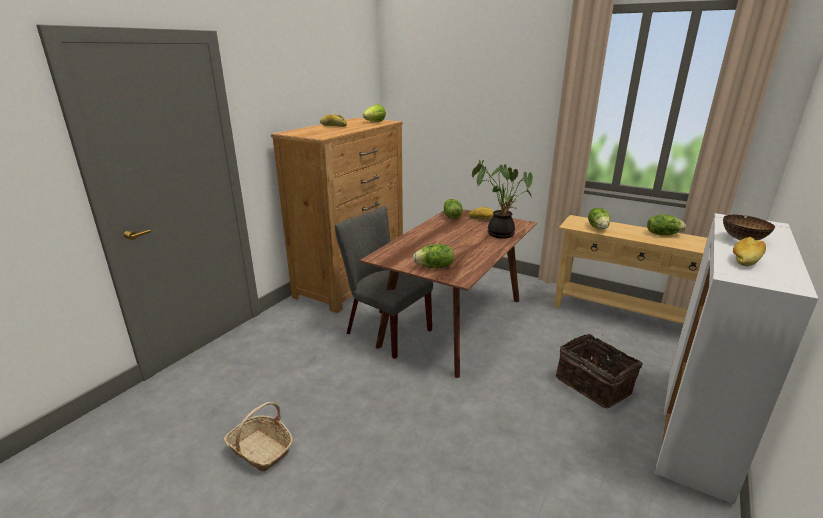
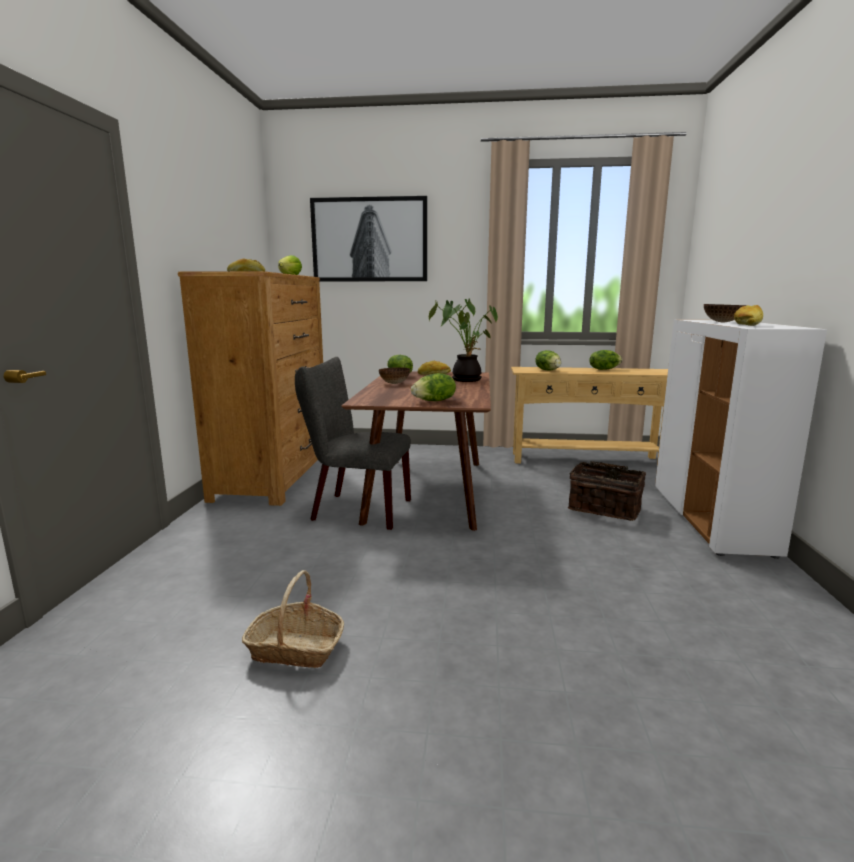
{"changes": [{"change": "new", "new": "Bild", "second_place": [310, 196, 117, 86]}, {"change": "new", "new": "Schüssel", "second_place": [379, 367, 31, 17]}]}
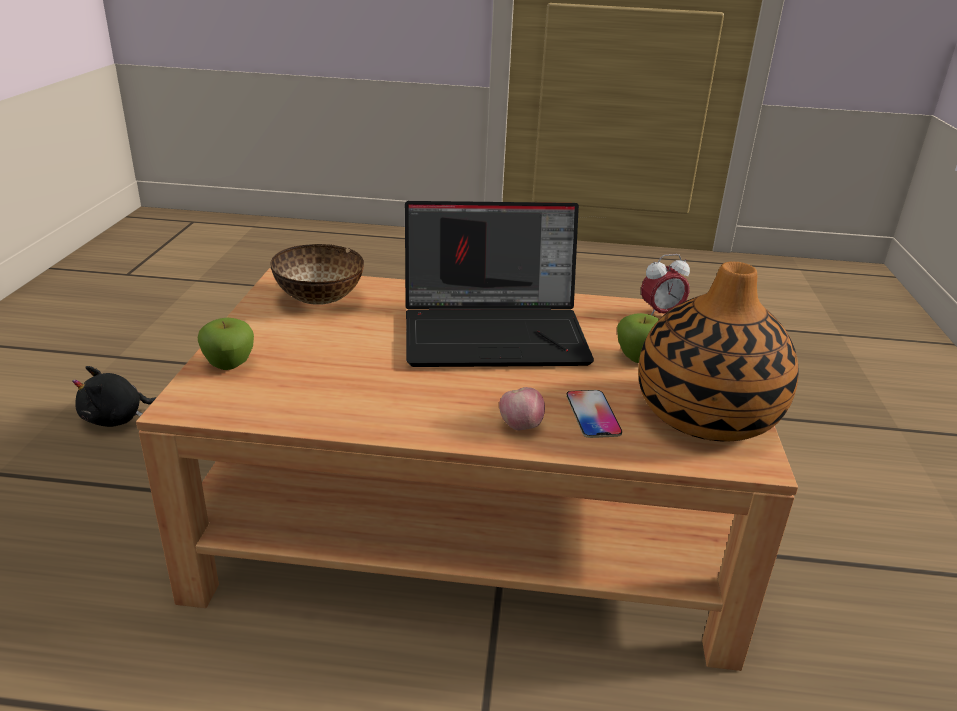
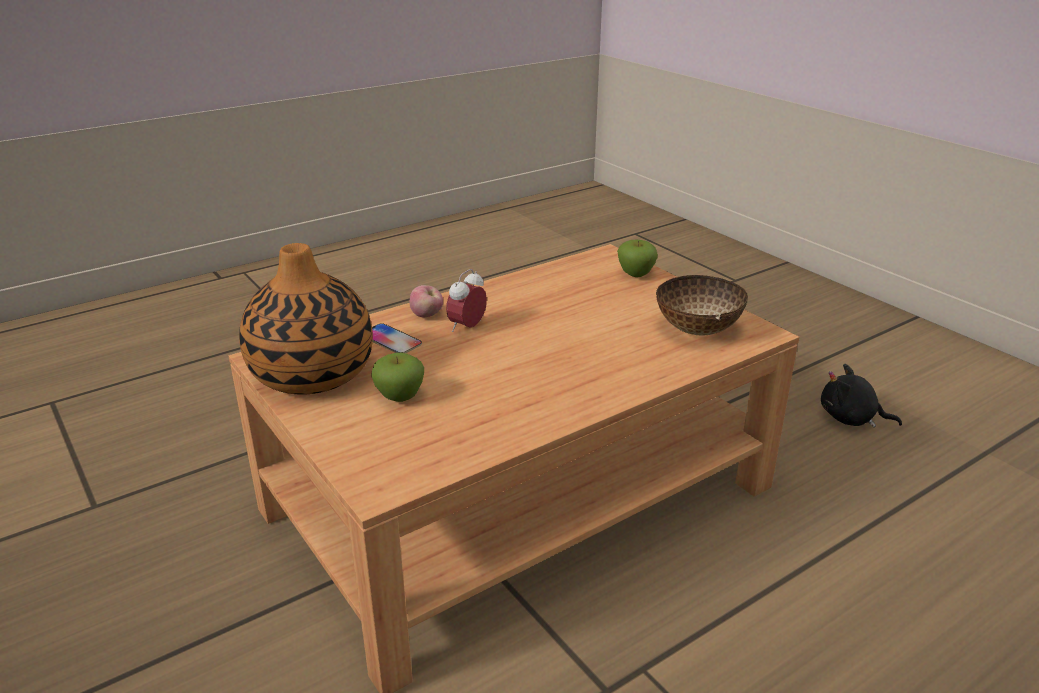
{"changes": [{"change": "rotated", "old": "Plüschtier (schwarz)", "first_place": [72, 366, 85, 61], "second_place": [821, 364, 81, 64], "degrees": -90}, {"change": "gone", "old": "Laptop", "first_place": [405, 201, 189, 166]}, {"change": "shifted", "old": "Wecker", "first_place": [641, 254, 49, 61], "second_place": [446, 269, 41, 63]}]}
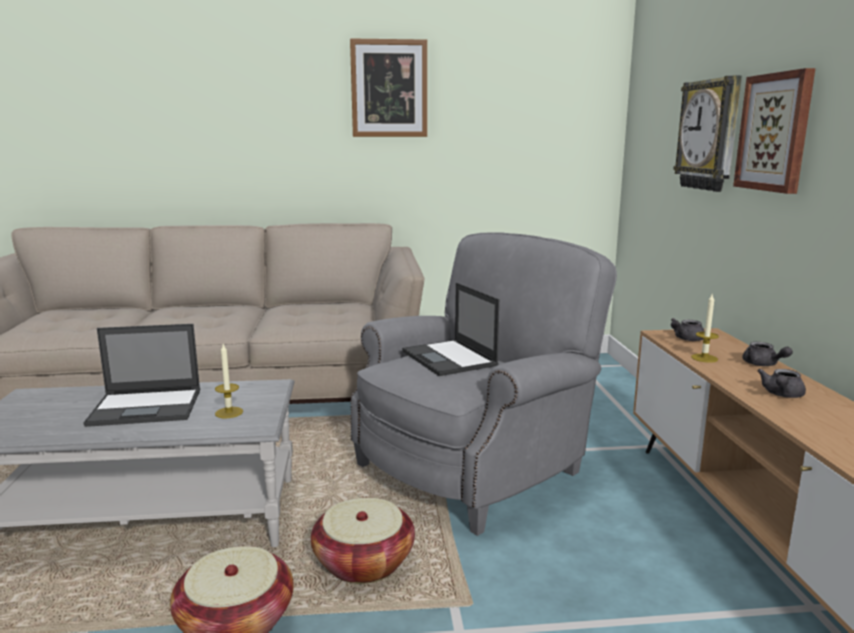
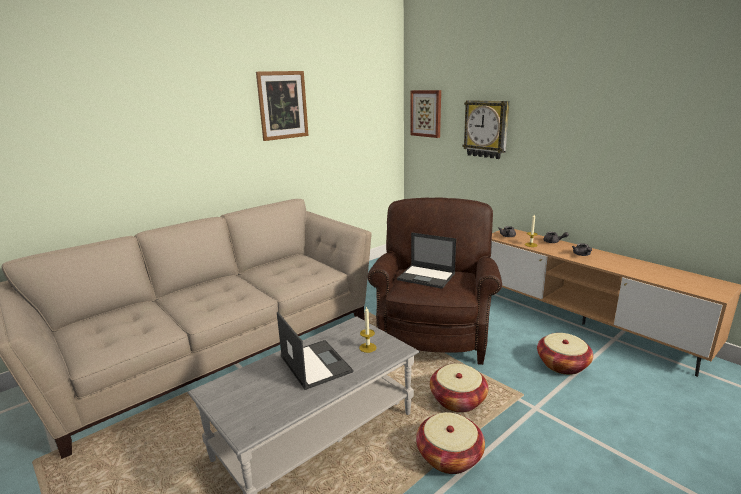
{"changes": [{"change": "rotated", "old": "Laptop", "first_place": [83, 324, 117, 103], "second_place": [277, 312, 76, 78], "degrees": -75}, {"change": "repainted", "old": "Sessel (grau)", "new": "Sessel (braun)", "first_place": [351, 232, 266, 304], "second_place": [367, 197, 135, 168]}, {"change": "shifted", "old": "Bild", "first_place": [733, 68, 82, 126], "second_place": [410, 90, 31, 48]}, {"change": "new", "new": "Korb", "second_place": [537, 333, 56, 42]}]}
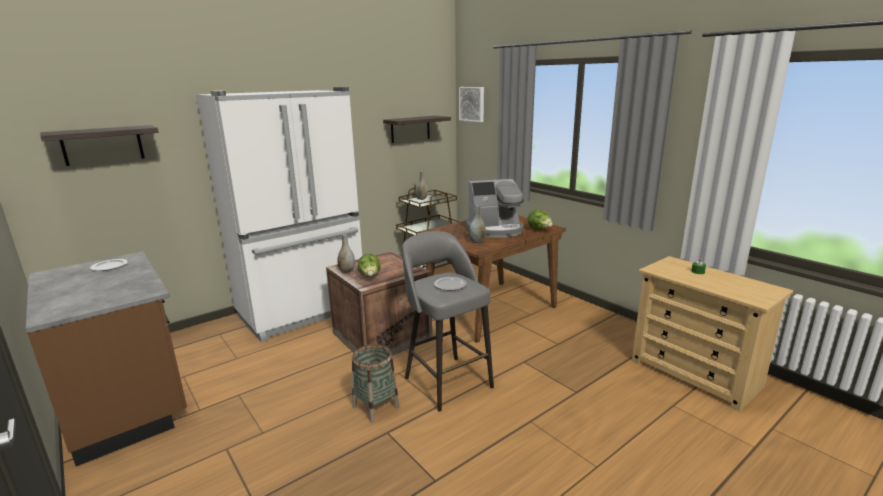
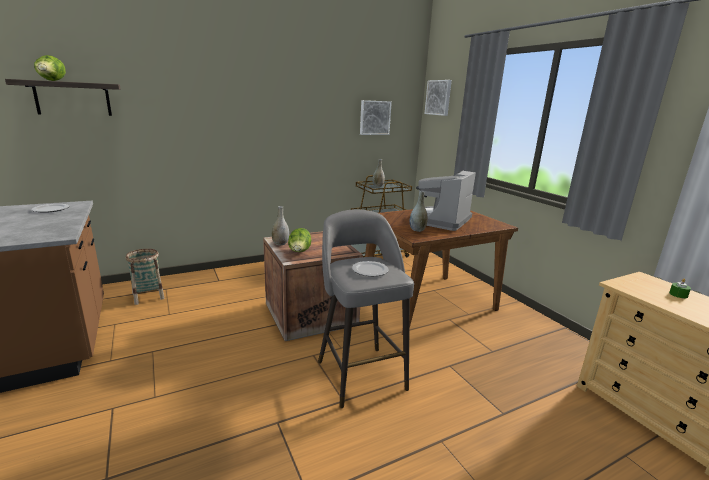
{"changes": [{"change": "gone", "old": "Kühlschrank (weiß)", "first_place": [196, 87, 166, 256]}, {"change": "shifted", "old": "Korb", "first_place": [352, 344, 47, 79], "second_place": [126, 249, 38, 56]}, {"change": "swapped", "old": "Wandregal", "new": "Bild", "first_place": [383, 116, 68, 27], "second_place": [360, 100, 32, 35]}, {"change": "rotated", "old": "Kaffeemaschine", "first_place": [465, 179, 59, 59], "second_place": [416, 170, 60, 61], "degrees": 120}, {"change": "shifted", "old": "Salatkopf", "first_place": [528, 210, 25, 20], "second_place": [34, 55, 32, 26]}]}
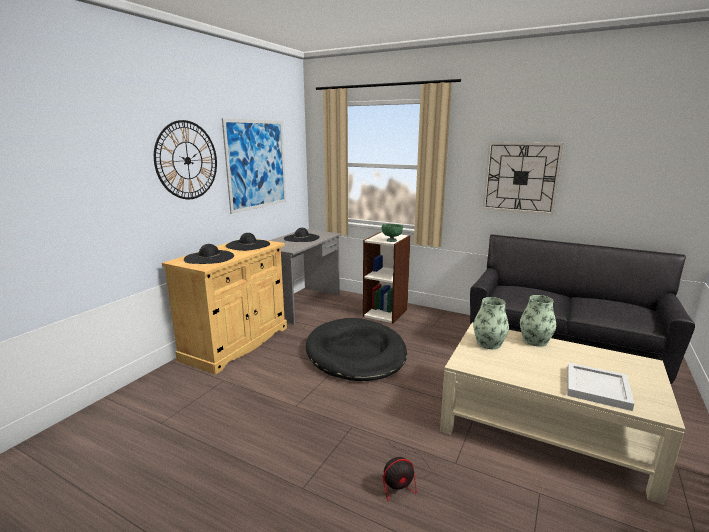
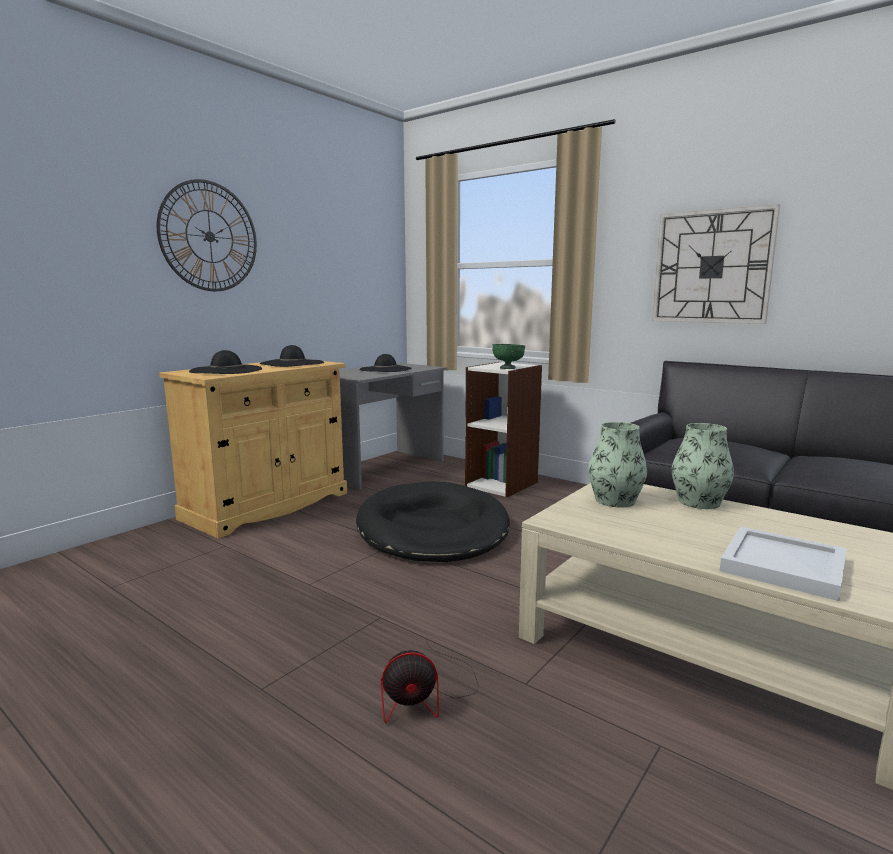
{"changes": [{"change": "gone", "old": "Bild", "first_place": [222, 118, 64, 96]}]}
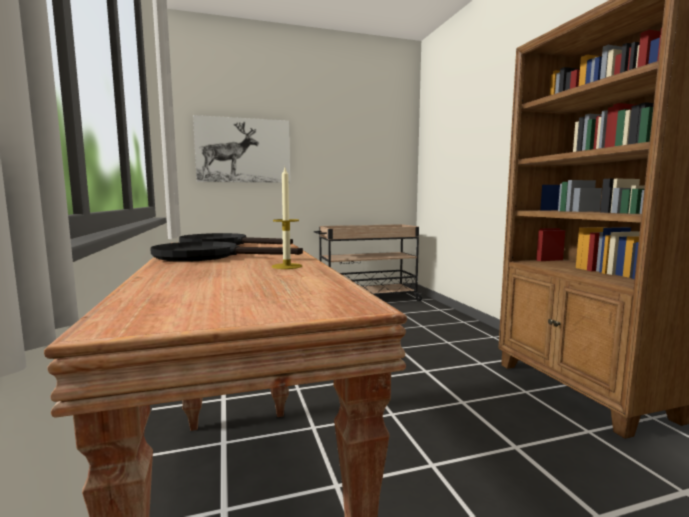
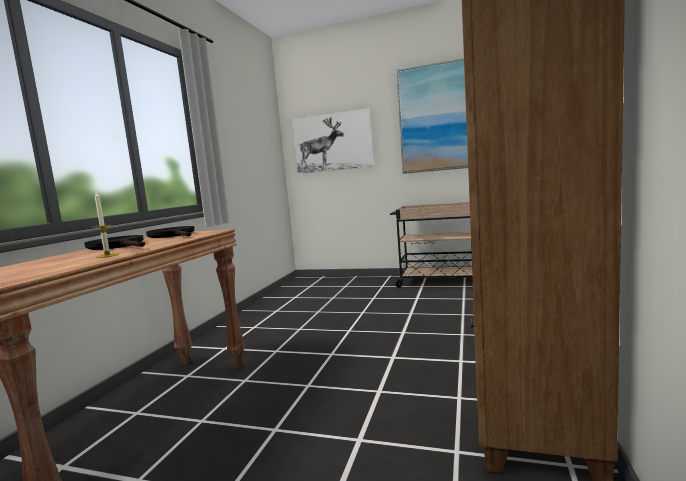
{"changes": [{"change": "new", "new": "Bild", "second_place": [396, 58, 72, 116]}]}
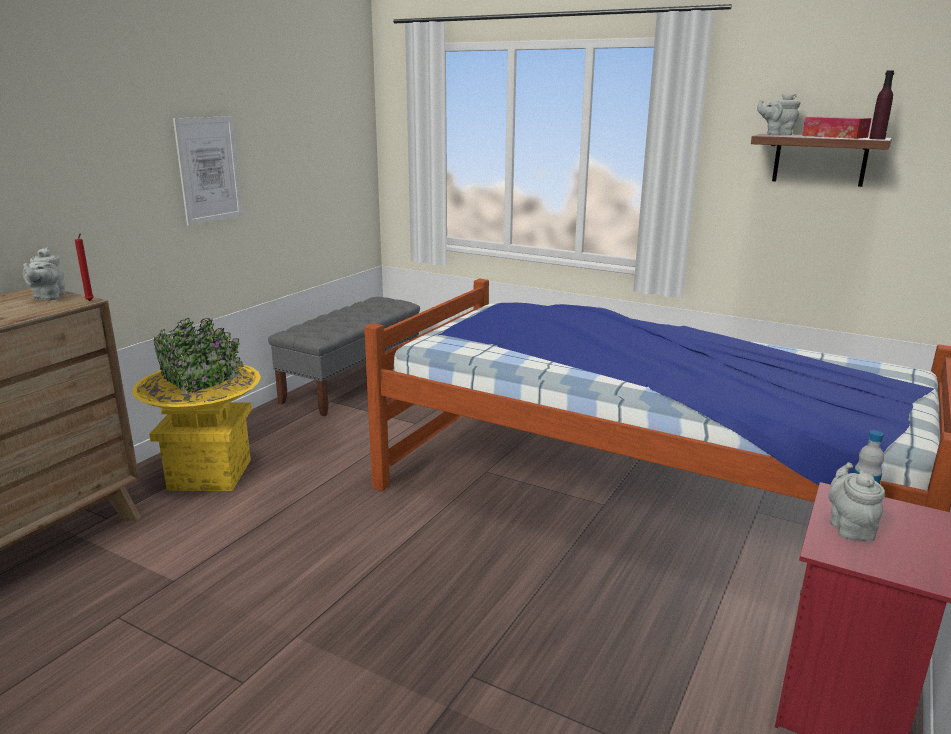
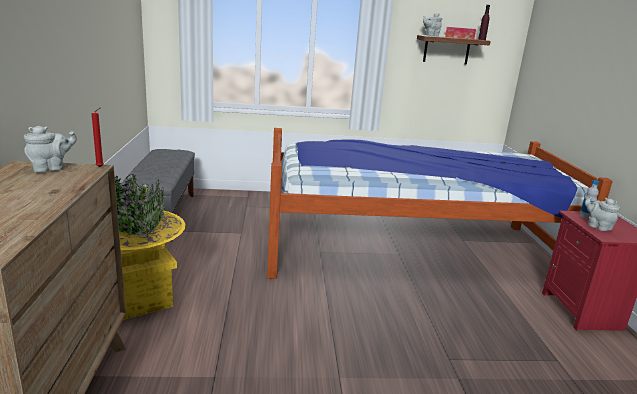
{"changes": [{"change": "rotated", "old": "Teekanne (grau)", "first_place": [23, 247, 43, 54], "second_place": [24, 126, 53, 47], "degrees": -90}, {"change": "gone", "old": "Bild", "first_place": [173, 116, 70, 110]}]}
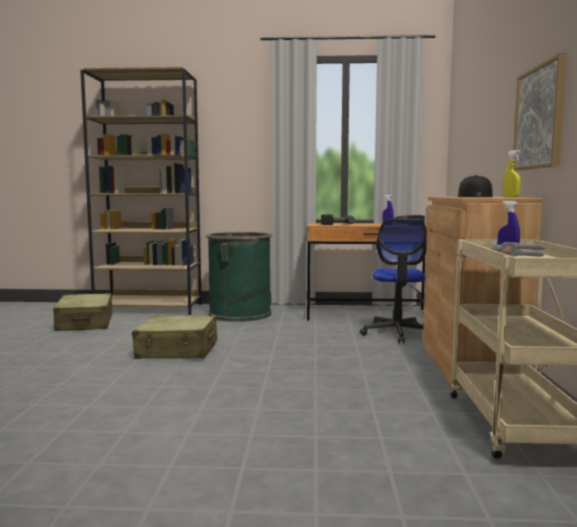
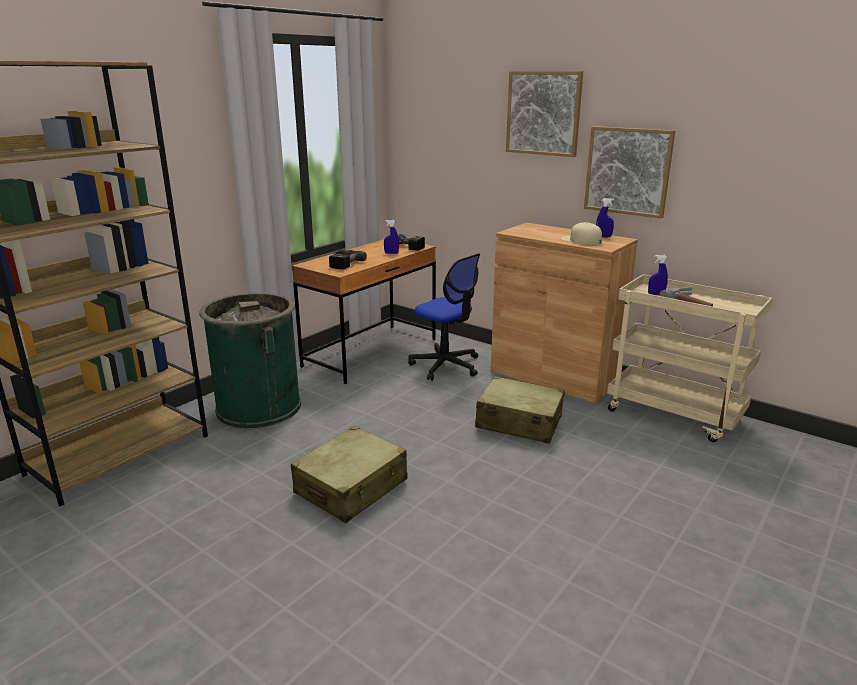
{"changes": [{"change": "shifted", "old": "Koffer (beige)", "first_place": [53, 293, 59, 38], "second_place": [475, 376, 90, 68]}, {"change": "repainted", "old": "Kappe (schwarz)", "new": "Kappe (beige)", "first_place": [457, 175, 35, 22], "second_place": [560, 222, 42, 23]}, {"change": "repainted", "old": "Sprühflasche (gelb)", "new": "Sprühflasche (blau)", "first_place": [503, 150, 18, 47], "second_place": [596, 198, 18, 40]}, {"change": "new", "new": "Bild", "second_place": [506, 71, 77, 86]}]}
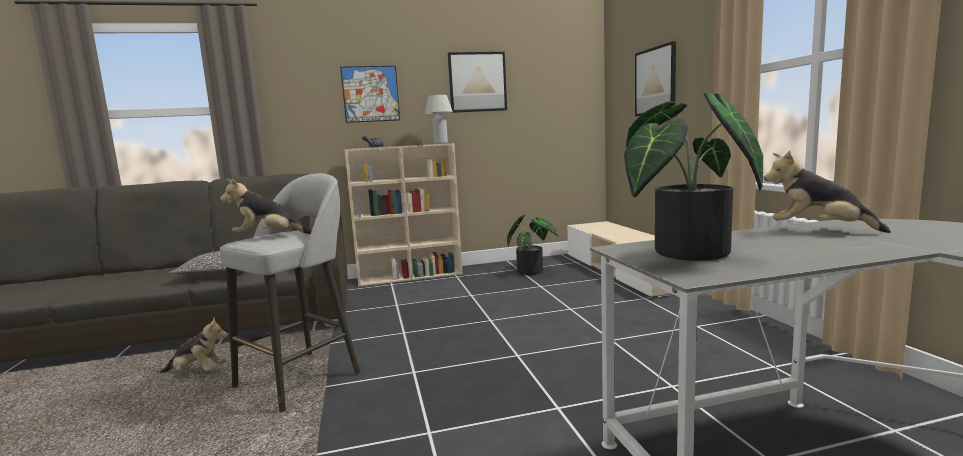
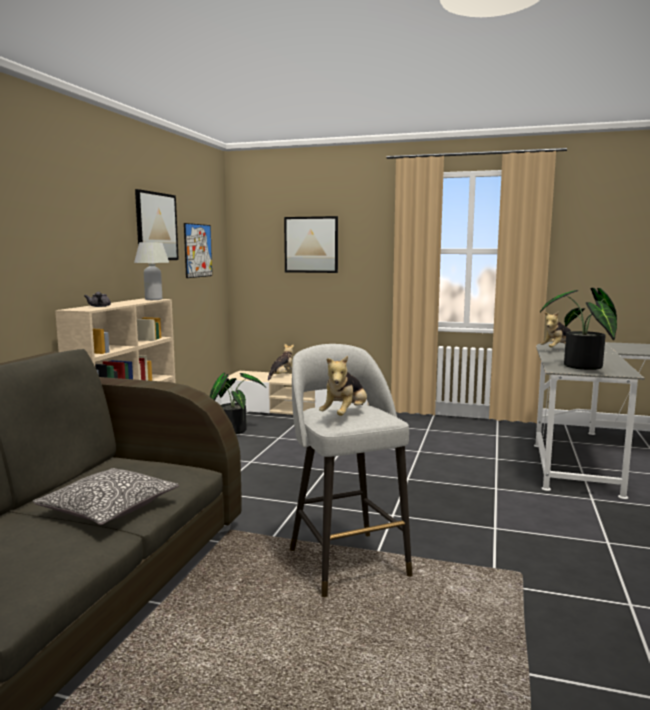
{"changes": [{"change": "shifted", "old": "Plüschtier", "first_place": [160, 318, 68, 55], "second_place": [268, 343, 26, 38]}, {"change": "shifted", "old": "Bild", "first_place": [340, 66, 60, 57], "second_place": [184, 223, 28, 55]}]}
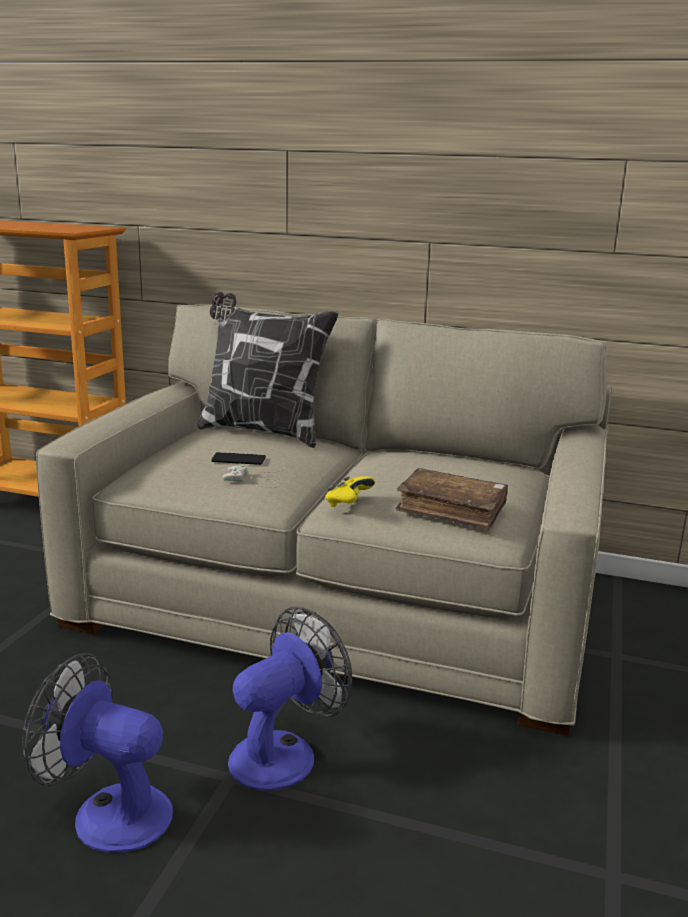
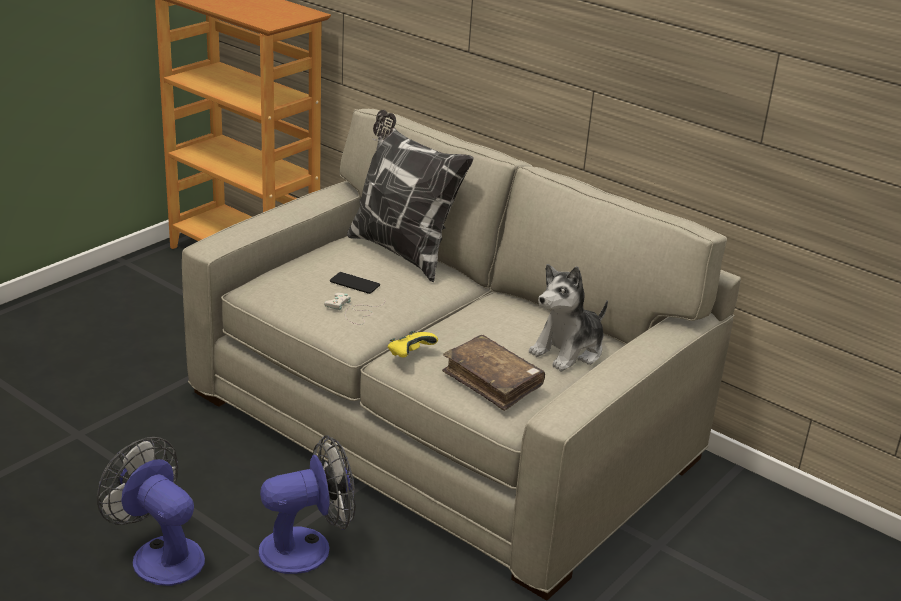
{"changes": [{"change": "new", "new": "Plüschtier", "second_place": [529, 264, 79, 107]}]}
